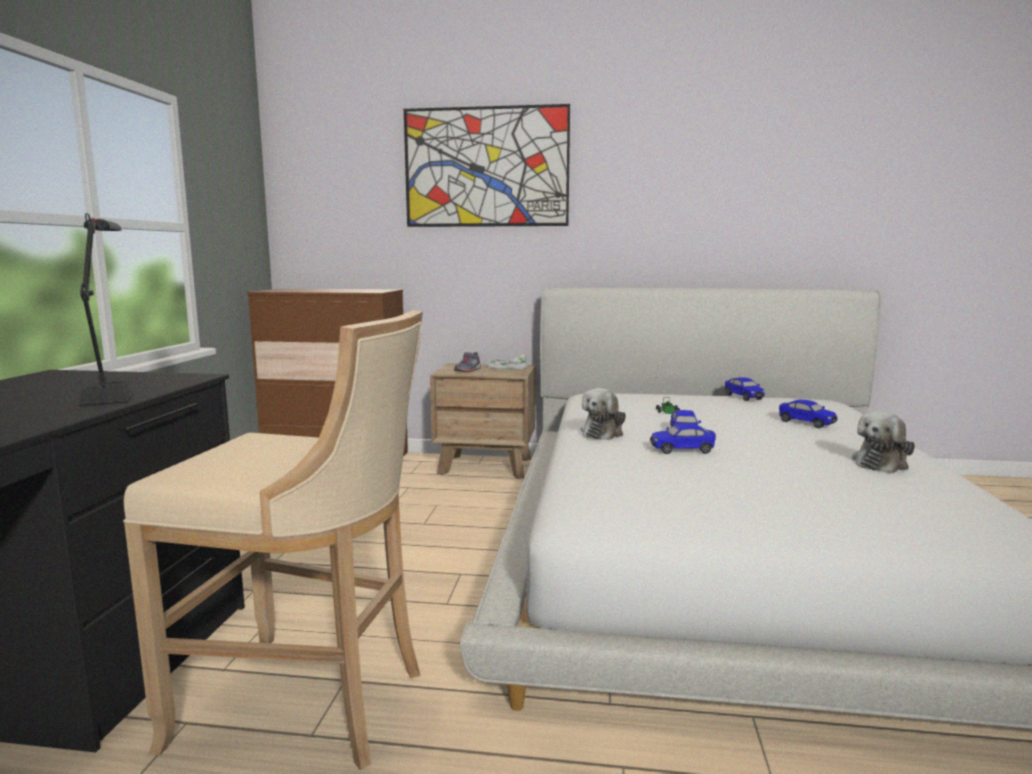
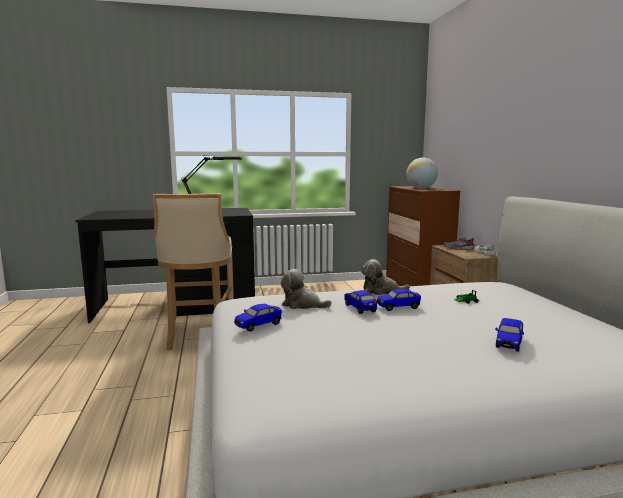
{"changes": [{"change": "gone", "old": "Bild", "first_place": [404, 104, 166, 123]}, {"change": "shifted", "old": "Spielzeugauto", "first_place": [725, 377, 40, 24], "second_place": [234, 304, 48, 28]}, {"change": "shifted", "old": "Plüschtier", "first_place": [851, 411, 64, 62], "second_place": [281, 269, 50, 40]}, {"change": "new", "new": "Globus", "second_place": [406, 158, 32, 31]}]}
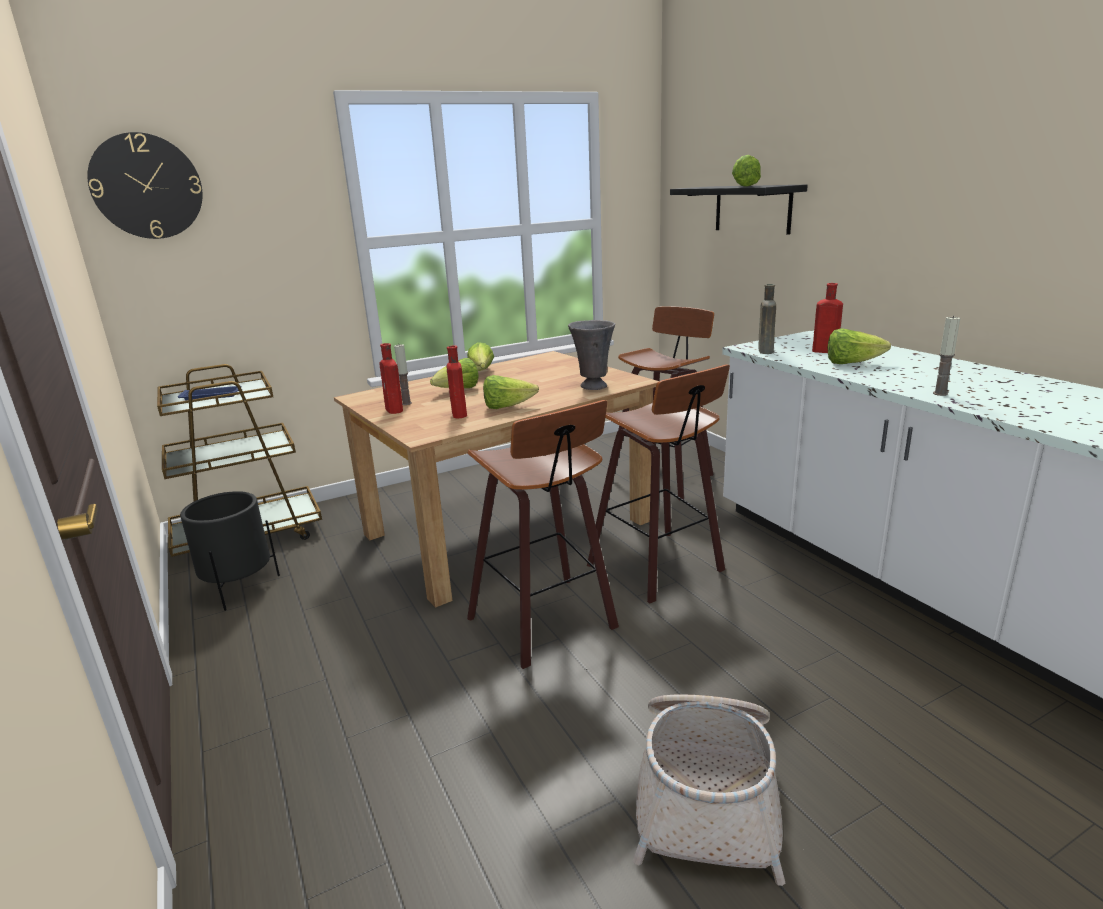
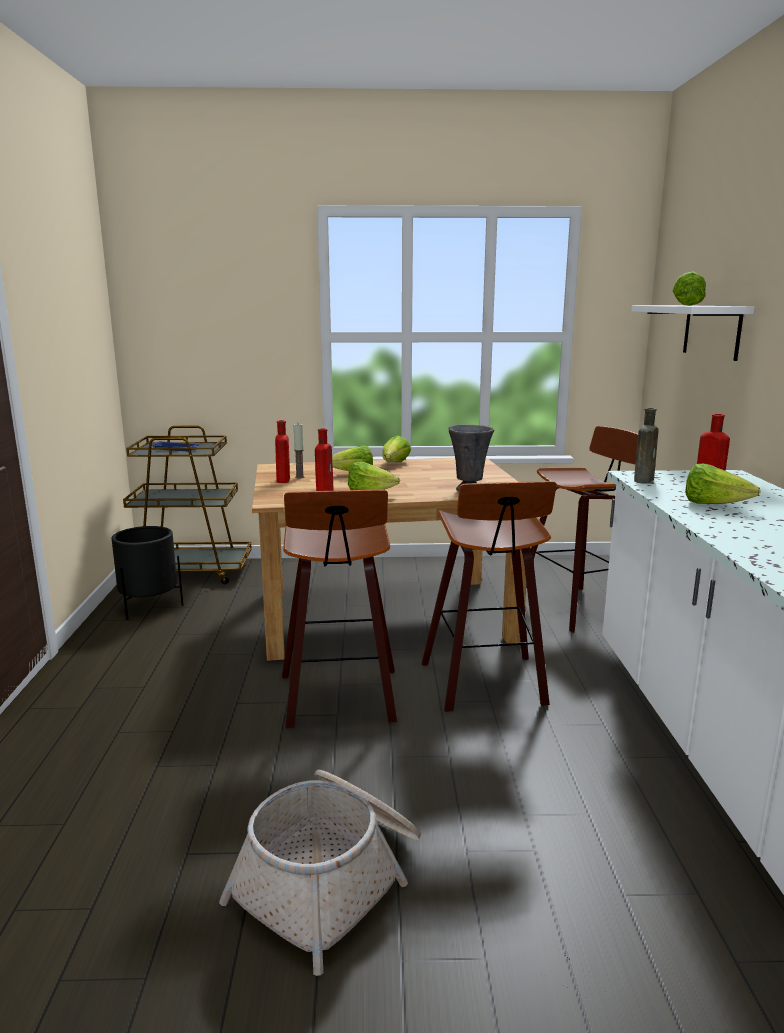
{"changes": [{"change": "gone", "old": "Wanduhr", "first_place": [87, 132, 116, 107]}, {"change": "repainted", "old": "Wandregal (schwarz)", "new": "Wandregal (weiß)", "first_place": [670, 185, 138, 50], "second_place": [631, 305, 124, 56]}, {"change": "gone", "old": "Kerze", "first_place": [933, 315, 27, 81]}]}
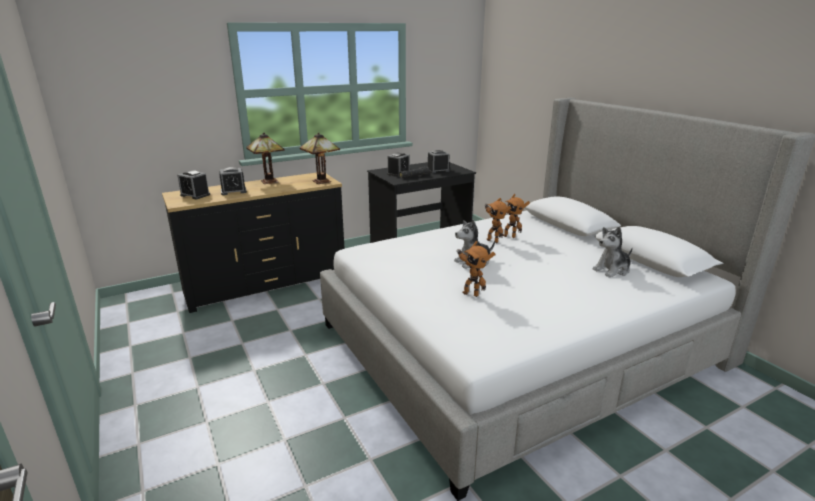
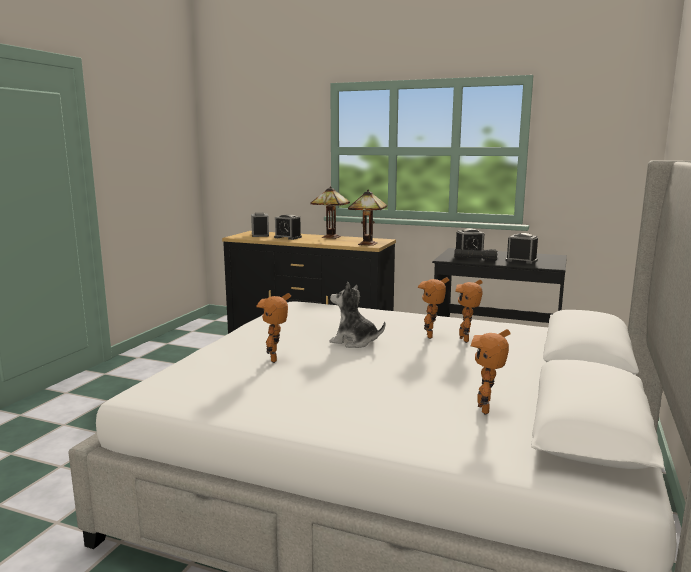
{"changes": [{"change": "swapped", "old": "Plüschtier", "new": "Spielzeugroboter", "first_place": [593, 227, 40, 51], "second_place": [471, 329, 40, 85]}]}
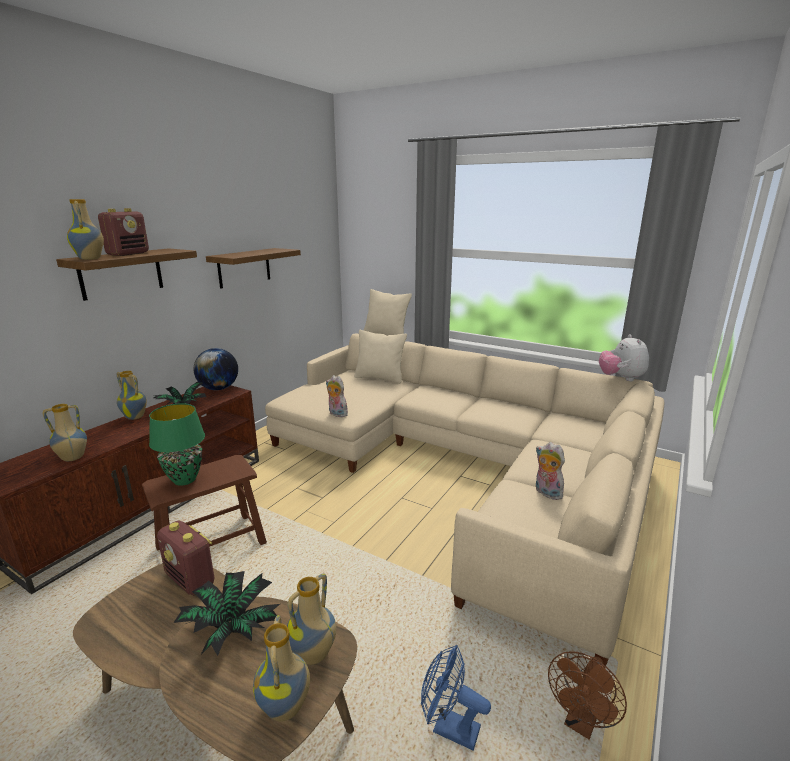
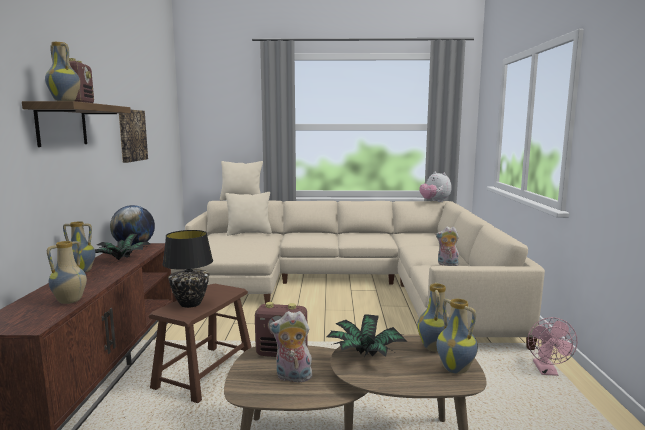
{"changes": [{"change": "repainted", "old": "Tischlampe (grün)", "new": "Tischlampe (schwarz)", "first_place": [149, 403, 56, 83], "second_place": [162, 230, 51, 78]}, {"change": "swapped", "old": "Wandregal", "new": "Bild", "first_place": [206, 248, 95, 41], "second_place": [119, 110, 29, 53]}, {"change": "shifted", "old": "Plüschtier", "first_place": [326, 375, 22, 42], "second_place": [270, 311, 42, 71]}, {"change": "gone", "old": "Ventilator (blau)", "first_place": [421, 645, 70, 105]}, {"change": "repainted", "old": "Ventilator (braun)", "new": "Ventilator (rosa)", "first_place": [548, 651, 79, 89], "second_place": [528, 317, 49, 59]}]}
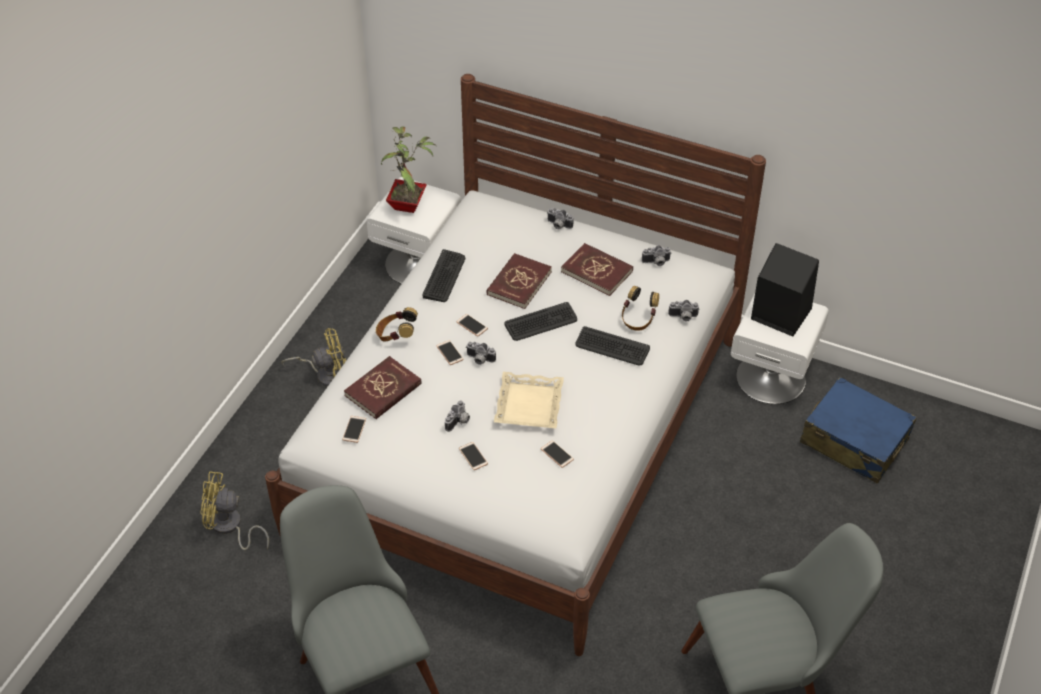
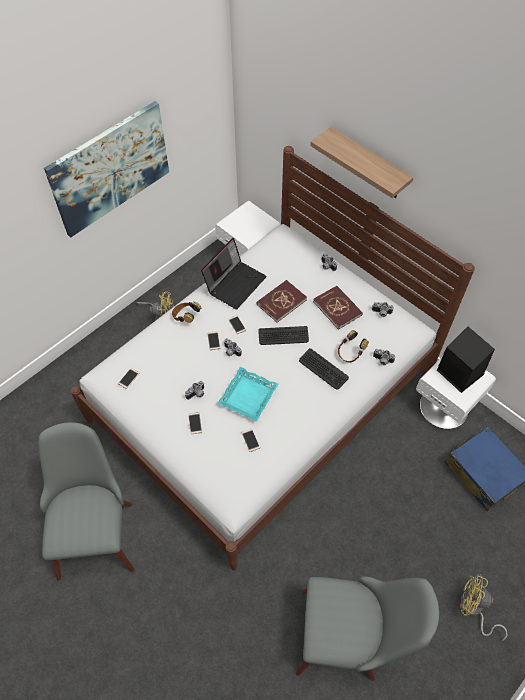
{"changes": [{"change": "shifted", "old": "Ventilator (gelb)", "first_place": [200, 472, 69, 78], "second_place": [460, 574, 48, 67]}, {"change": "gone", "old": "Buch (rot)", "first_place": [344, 356, 78, 63]}, {"change": "gone", "old": "Topfpflanze", "first_place": [381, 126, 54, 87]}, {"change": "swapped", "old": "Tastatur", "new": "Laptop", "first_place": [423, 249, 42, 53], "second_place": [201, 238, 66, 72]}, {"change": "repainted", "old": "Tablett (beige)", "new": "Tablett (türkis)", "first_place": [494, 372, 70, 57], "second_place": [218, 367, 60, 55]}, {"change": "new", "new": "Bild", "second_place": [44, 101, 125, 137]}, {"change": "new", "new": "Wandregal", "second_place": [310, 127, 104, 71]}]}
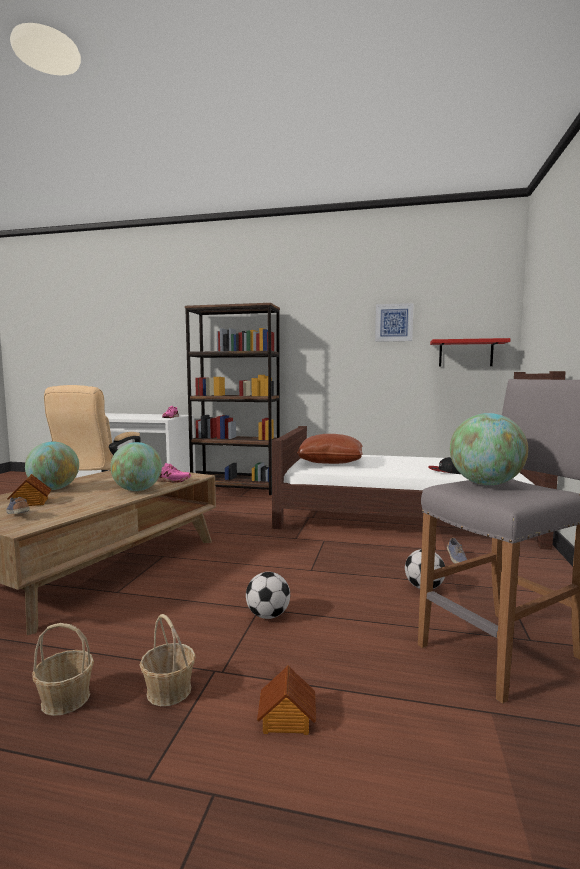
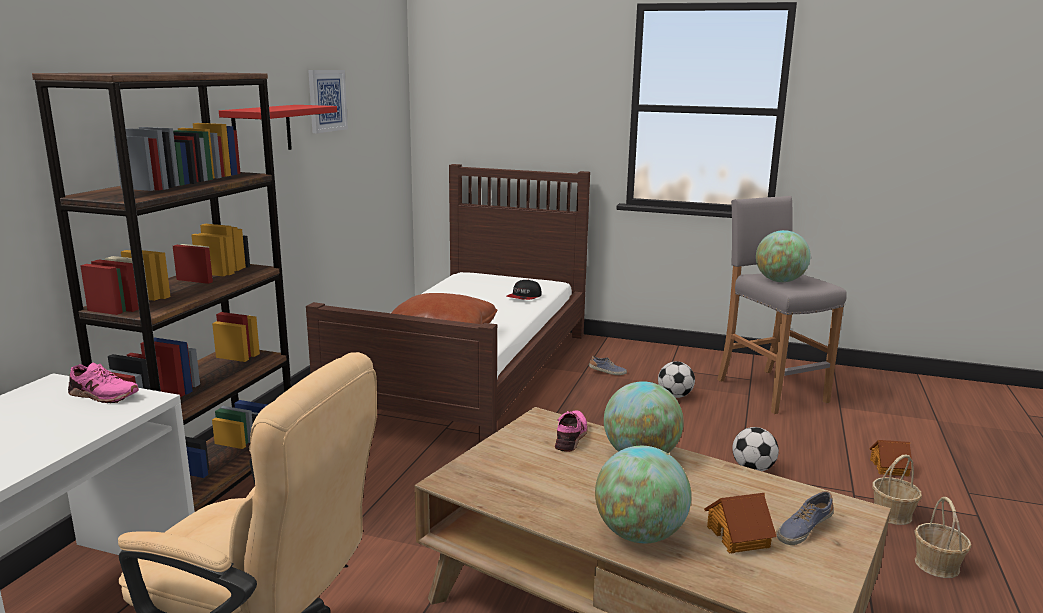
{"changes": [{"change": "shifted", "old": "Wandregal (rot)", "first_place": [430, 338, 81, 28], "second_place": [219, 105, 118, 45]}]}
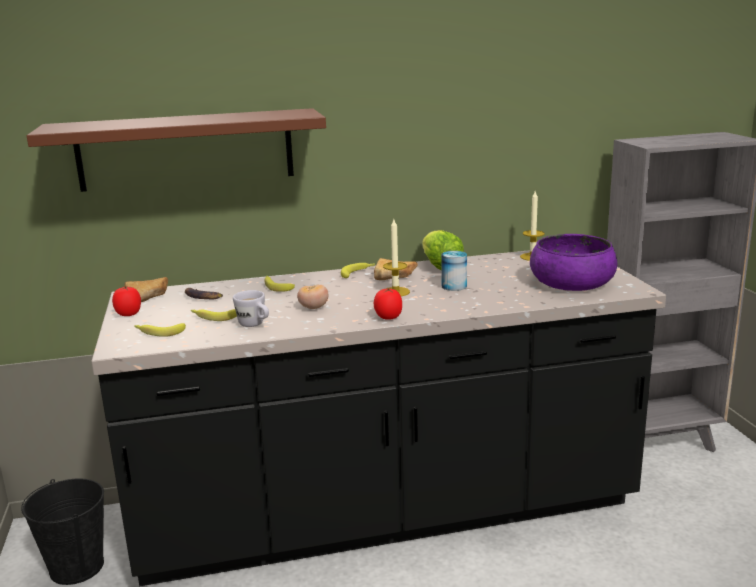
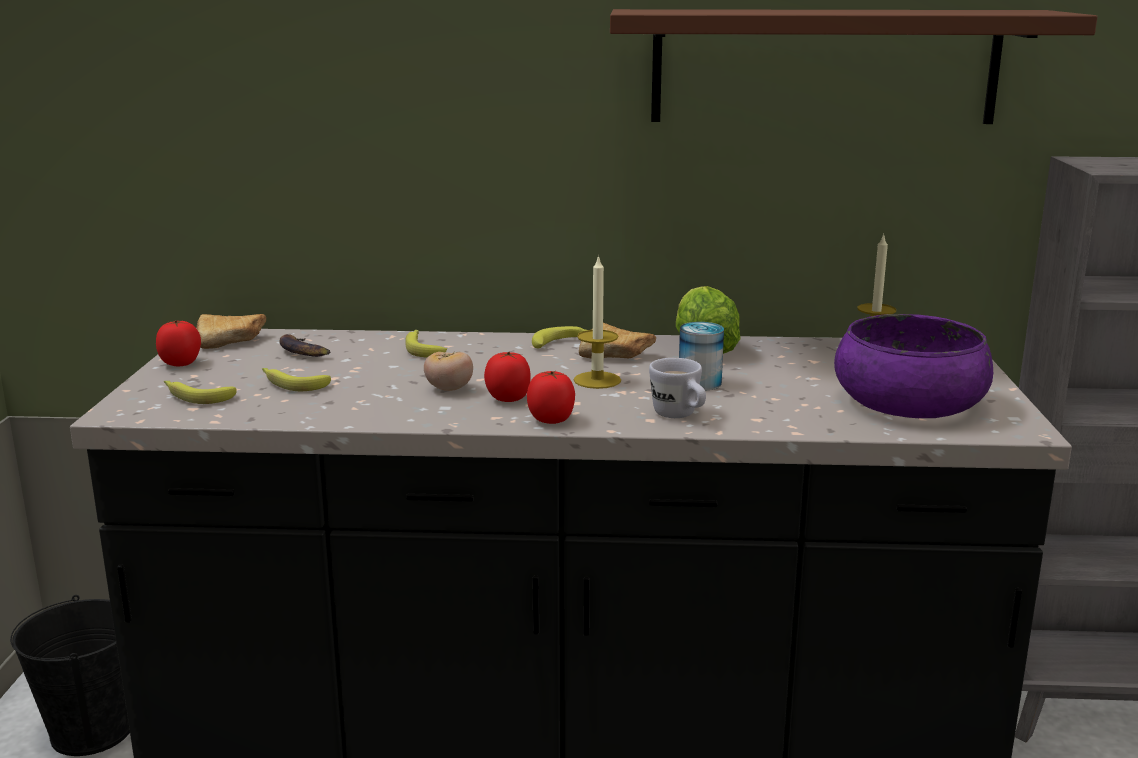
{"changes": [{"change": "shifted", "old": "Wandregal (braun)", "first_place": [27, 108, 299, 84], "second_place": [610, 9, 488, 115]}, {"change": "shifted", "old": "Henkelbecher (weiß)", "first_place": [233, 290, 36, 37], "second_place": [649, 358, 57, 60]}, {"change": "new", "new": "Tomate", "second_place": [484, 352, 47, 50]}]}
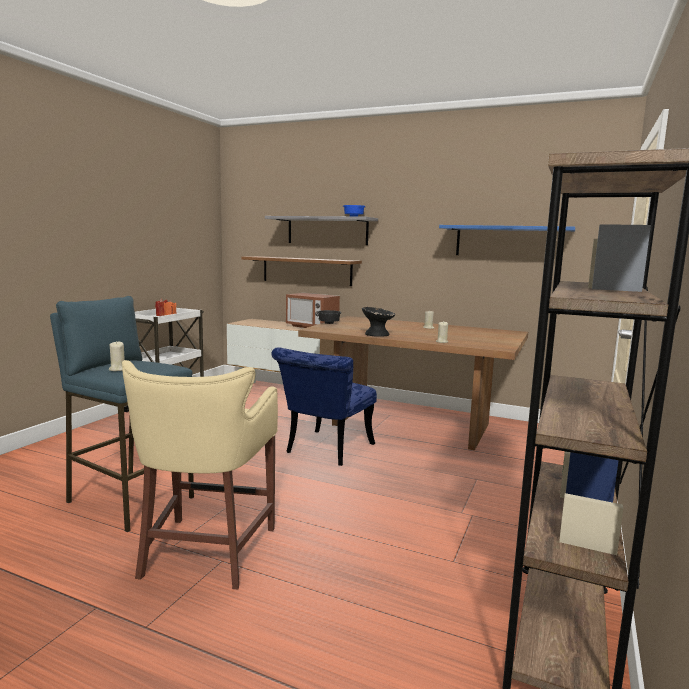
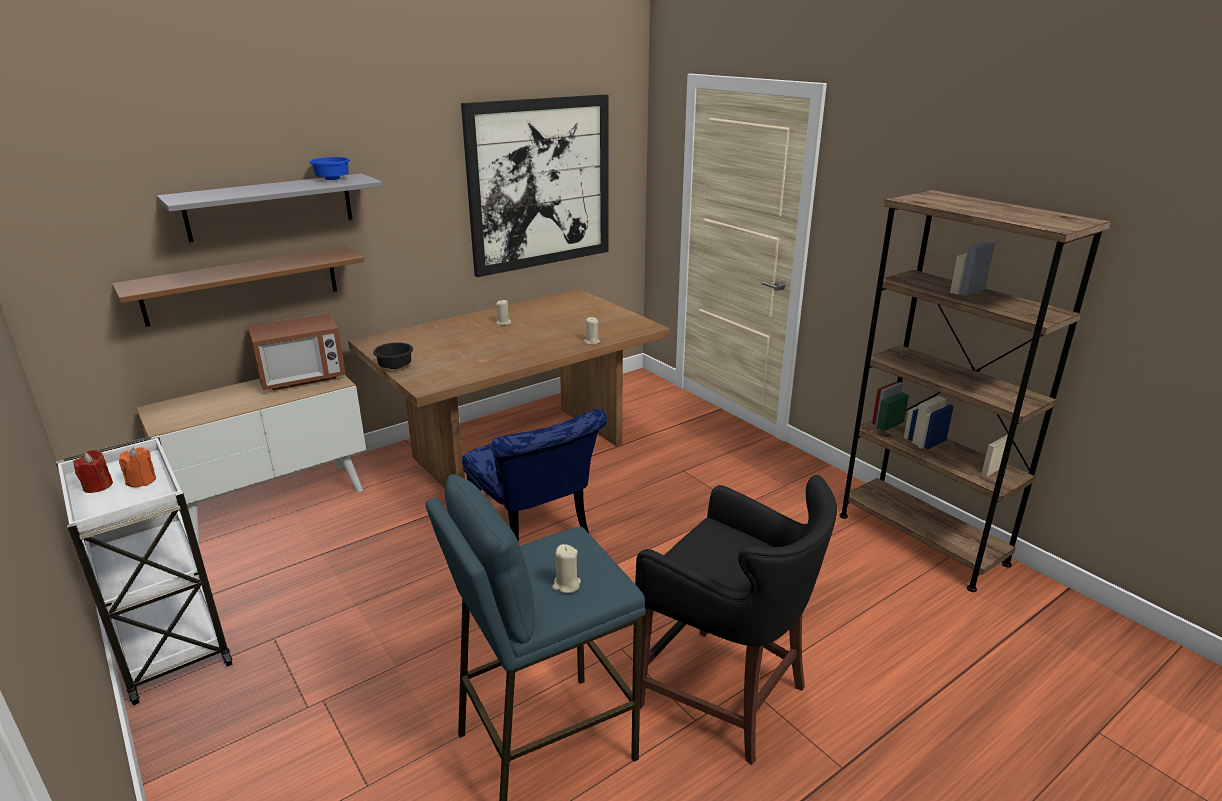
{"changes": [{"change": "repainted", "old": "Hocker (beige)", "new": "Hocker (schwarz)", "first_place": [122, 360, 156, 229], "second_place": [635, 475, 202, 290]}, {"change": "gone", "old": "Schüssel (schwarz)", "first_place": [362, 307, 33, 30]}, {"change": "swapped", "old": "Wandregal (blau)", "new": "Bild", "first_place": [439, 225, 136, 30], "second_place": [461, 94, 148, 183]}]}
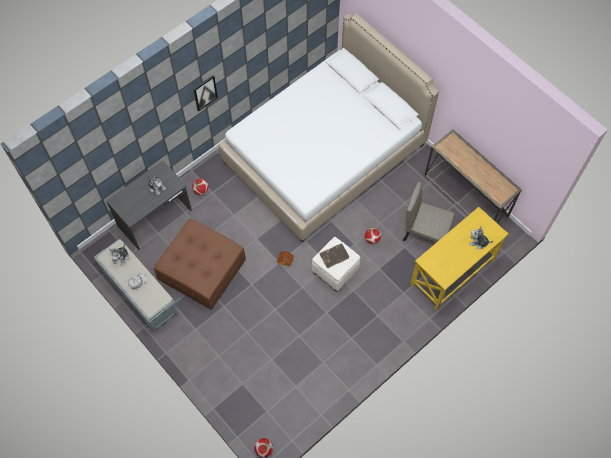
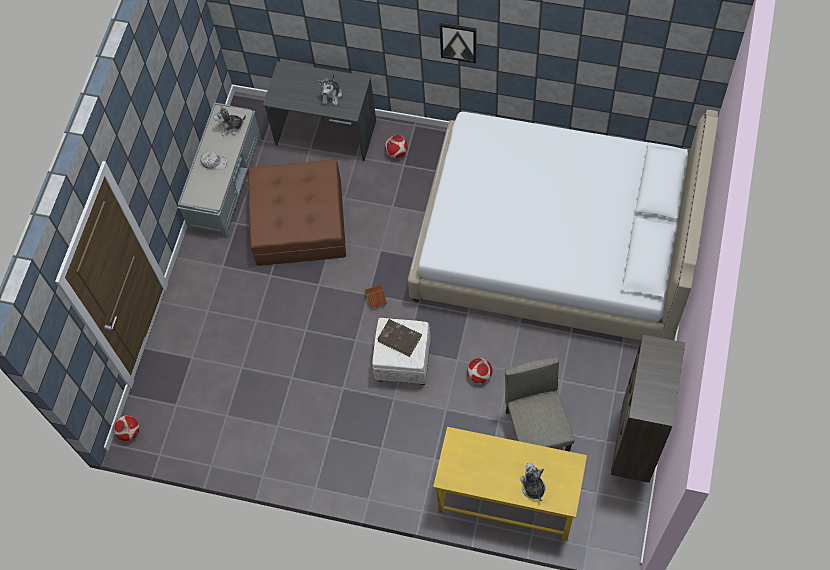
{"changes": [{"change": "swapped", "old": "Konsolentisch", "new": "Bücherregal (braun)", "first_place": [425, 129, 97, 96], "second_place": [611, 335, 74, 148]}]}
